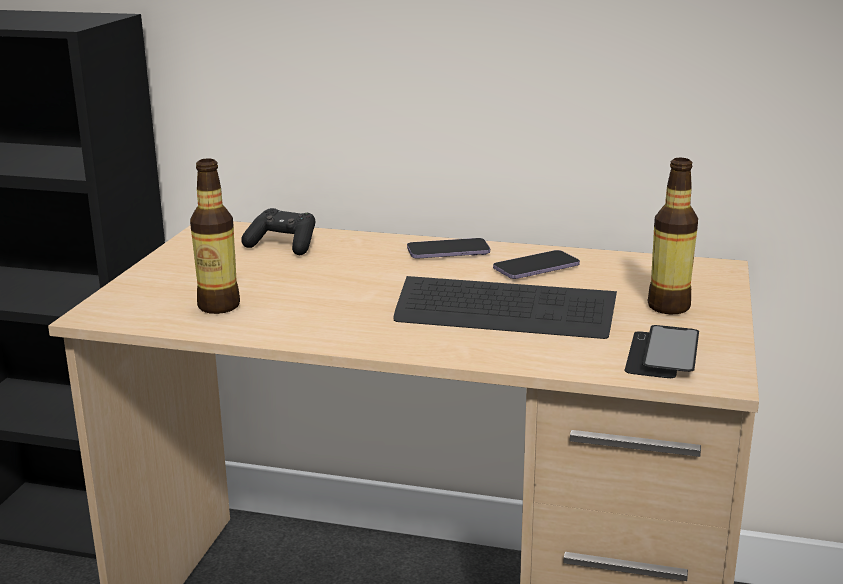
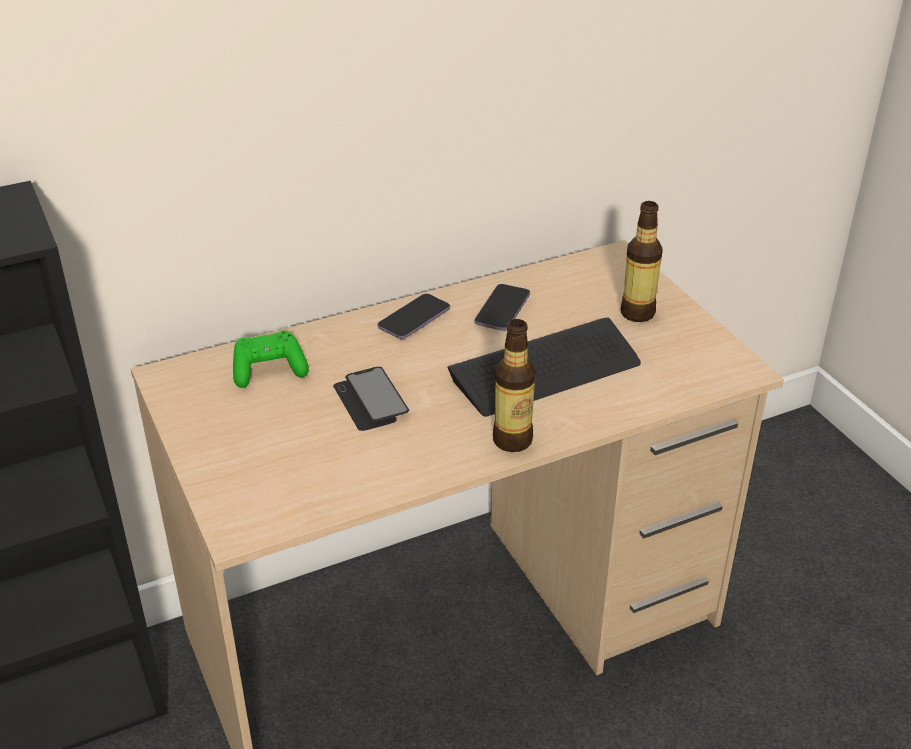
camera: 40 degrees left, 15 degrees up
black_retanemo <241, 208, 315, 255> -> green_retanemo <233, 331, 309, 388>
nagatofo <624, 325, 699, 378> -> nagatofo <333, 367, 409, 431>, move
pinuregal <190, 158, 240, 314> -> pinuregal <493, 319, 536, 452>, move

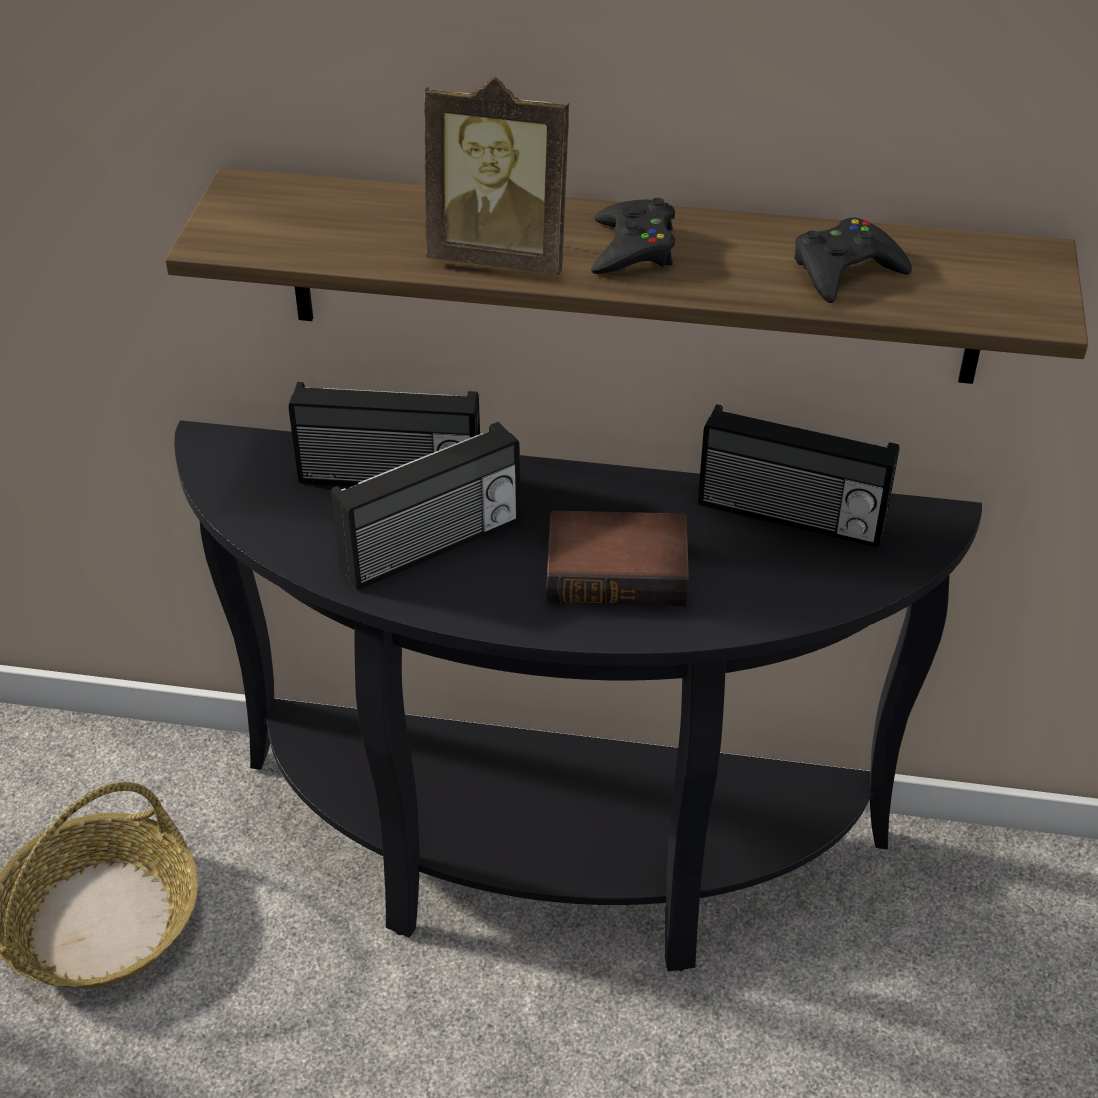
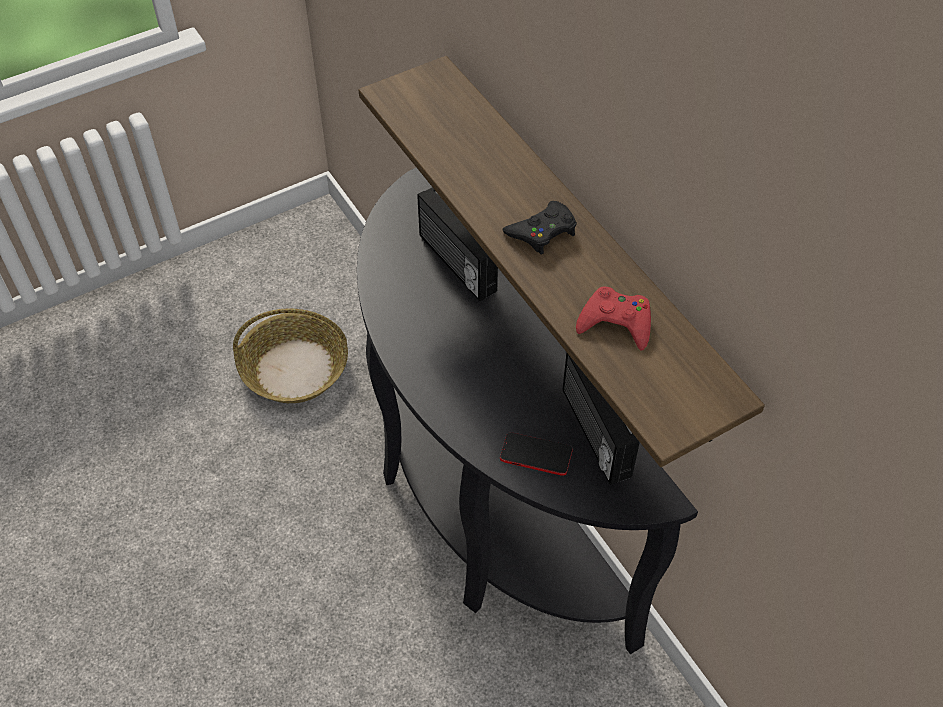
camera: 50 degrees right, 10 degrees up
none -> nagatofo <500, 432, 573, 476>
black_retanemo <794, 218, 912, 303> -> red_retanemo <576, 287, 651, 351>
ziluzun <331, 422, 521, 591> -> none
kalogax <424, 77, 569, 274> -> none
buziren <546, 510, 689, 606> -> none

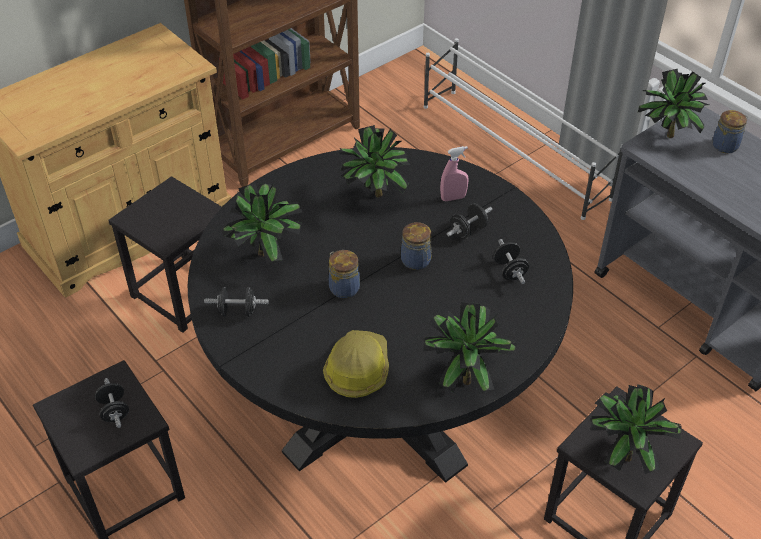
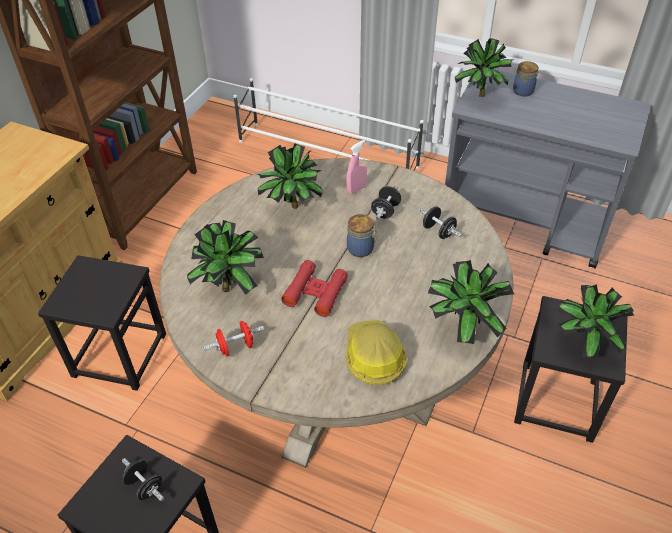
camera: 25 degrees left, 0 degrees up
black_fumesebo <188, 147, 573, 483> -> beige_fumesebo <159, 158, 513, 468>
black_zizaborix <204, 287, 269, 317> -> red_zizaborix <204, 321, 264, 357>
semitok <329, 250, 360, 298> -> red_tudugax <281, 260, 348, 317>

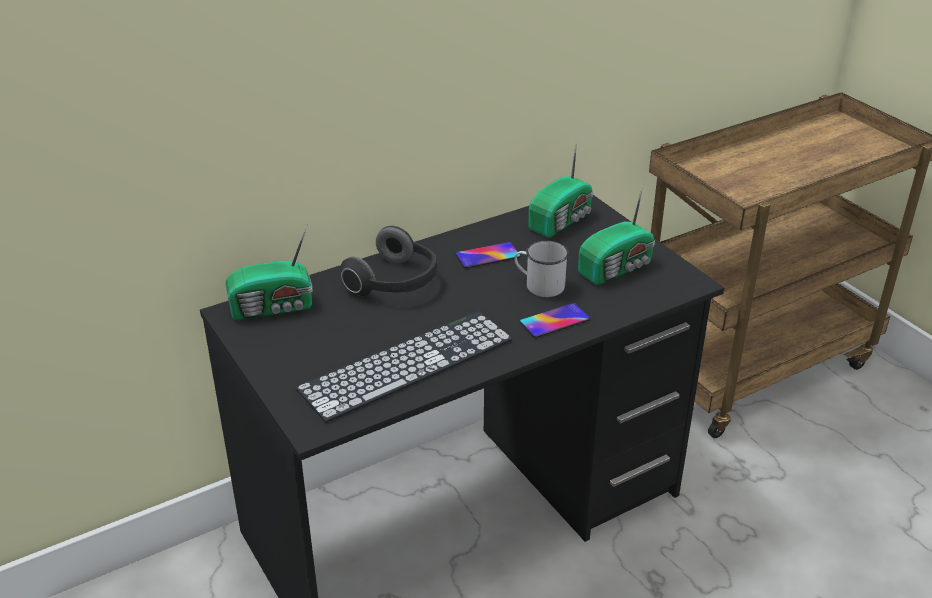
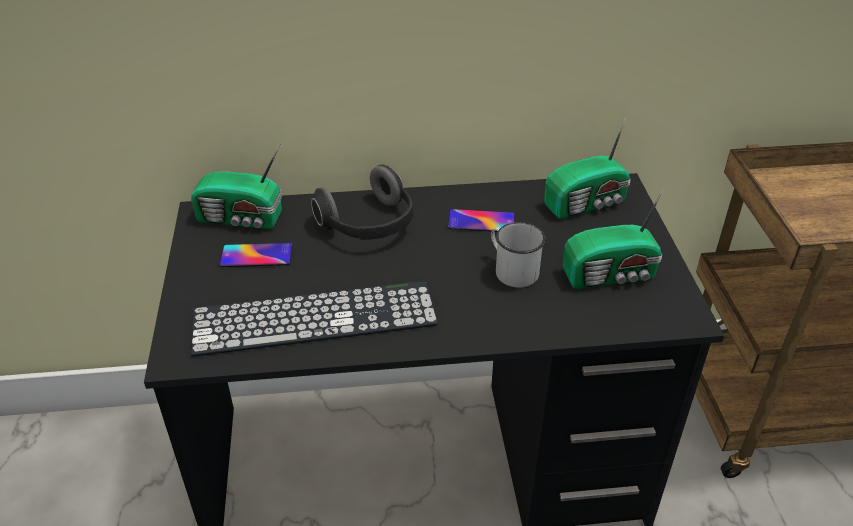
camera: 25 degrees right, 5 degrees up
nagatofo <520, 303, 590, 338> -> nagatofo <219, 243, 293, 267>, move

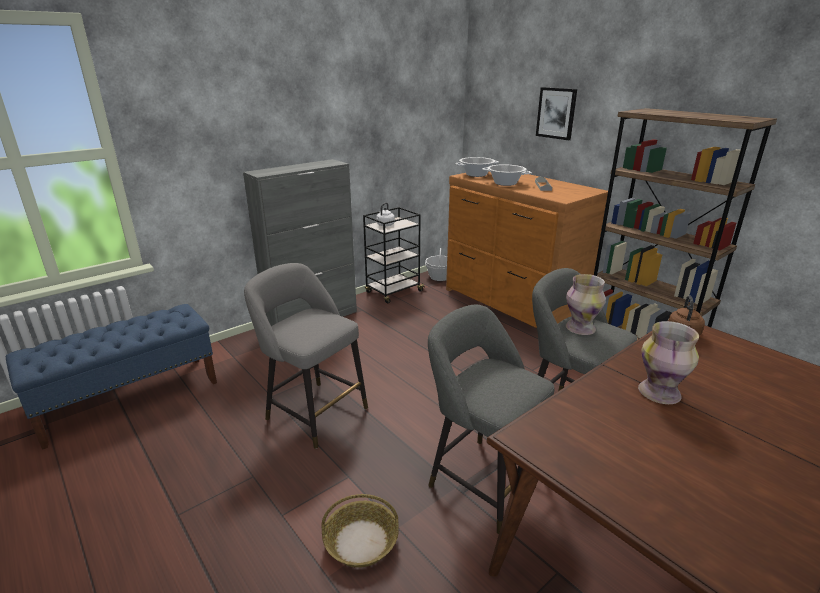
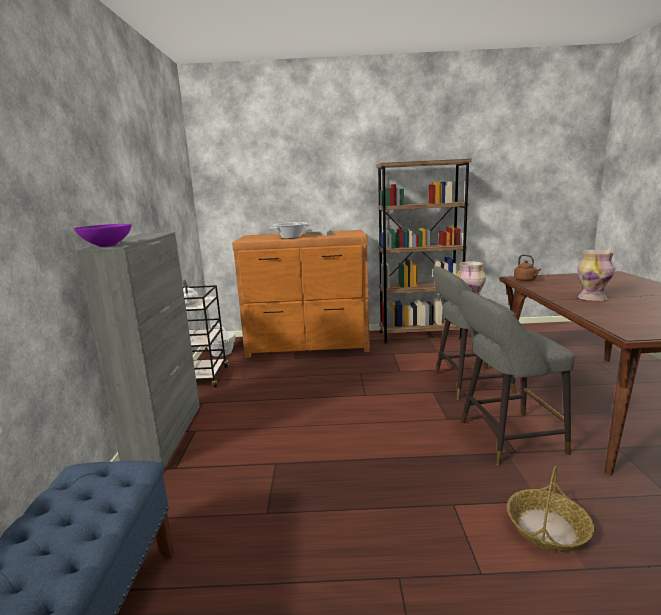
camera: 50 degrees left, 10 degrees down
none -> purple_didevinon <74, 224, 132, 247>
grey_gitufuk <244, 263, 368, 449> -> none
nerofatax <455, 157, 499, 177> -> none
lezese <536, 87, 577, 140> -> none

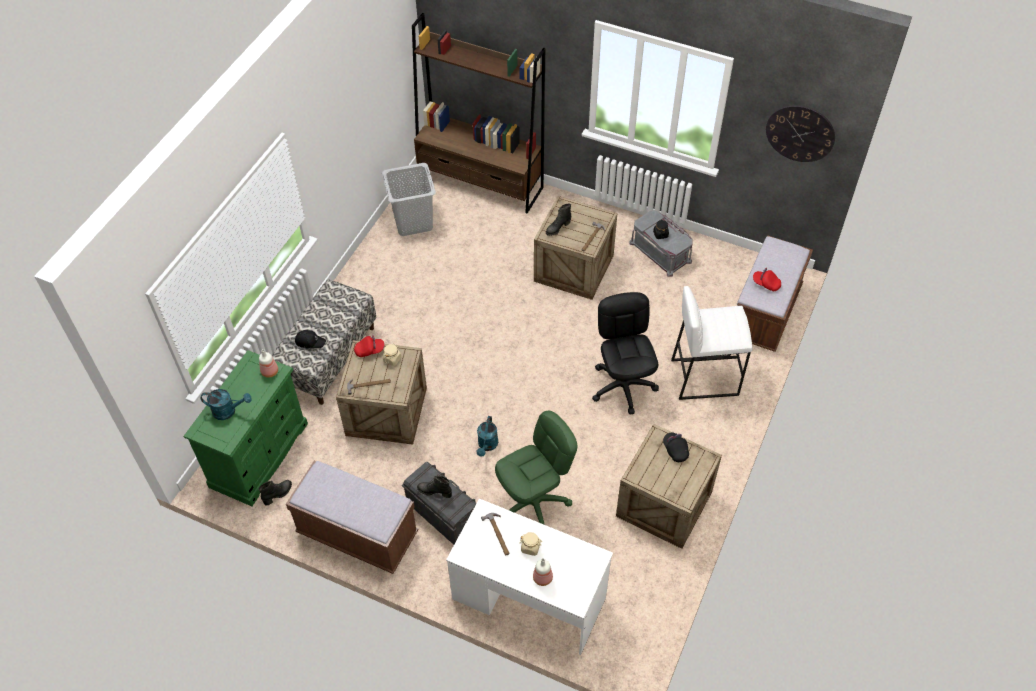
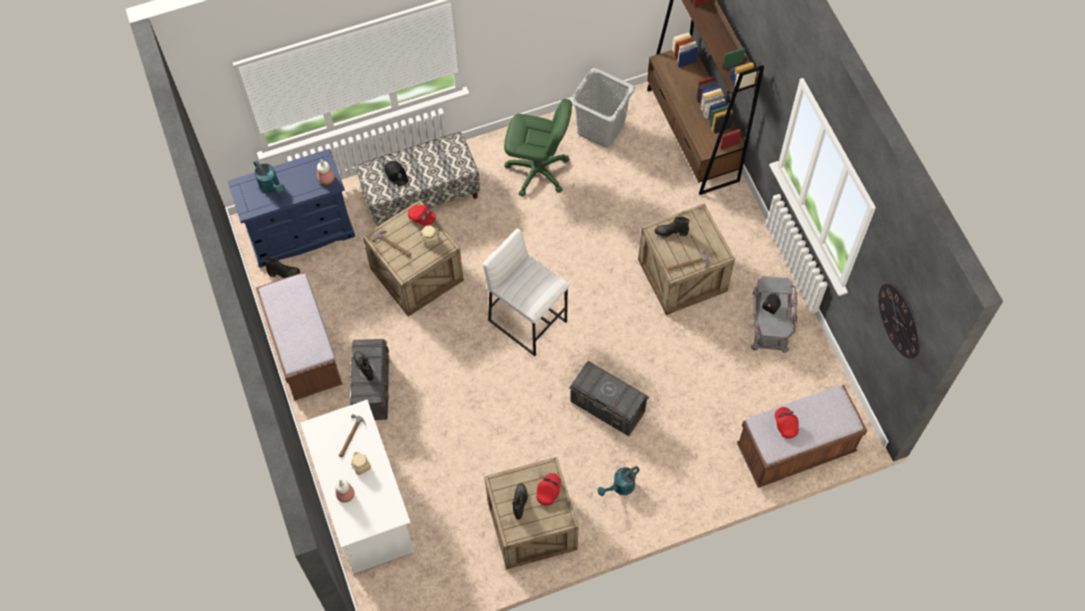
camera: 45 degrees right, 10 degrees up
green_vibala <183, 350, 308, 506> -> blue_vibala <227, 149, 355, 268>
white_gitufuk <671, 286, 753, 400> -> white_gitufuk <483, 228, 569, 356>, move
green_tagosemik <495, 411, 578, 525> -> green_tagosemik <504, 99, 572, 197>, move
none -> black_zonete <513, 483, 528, 519>
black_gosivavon <663, 432, 689, 462> -> red_gosivavon <536, 473, 561, 506>
black_tagosemik <592, 292, 659, 414> -> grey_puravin <569, 361, 649, 436>
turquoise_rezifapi <476, 416, 498, 457> -> turquoise_rezifapi <598, 466, 639, 496>, move

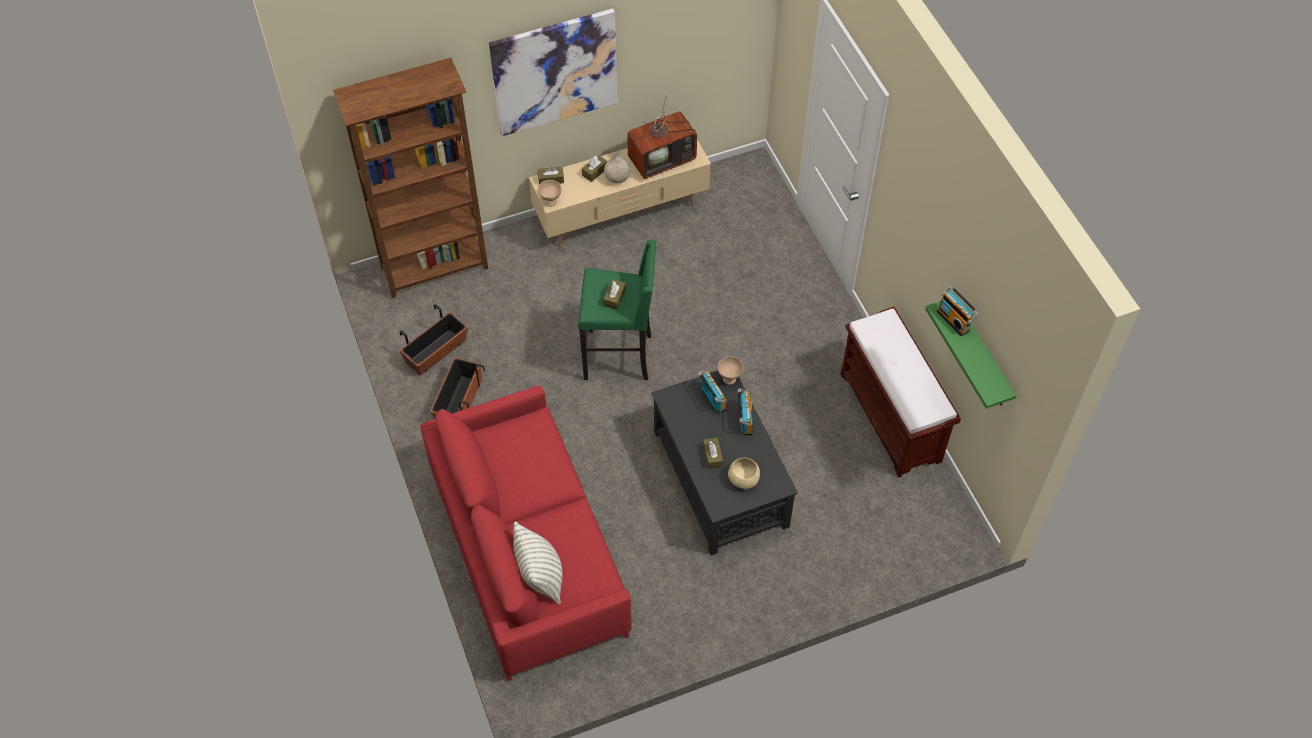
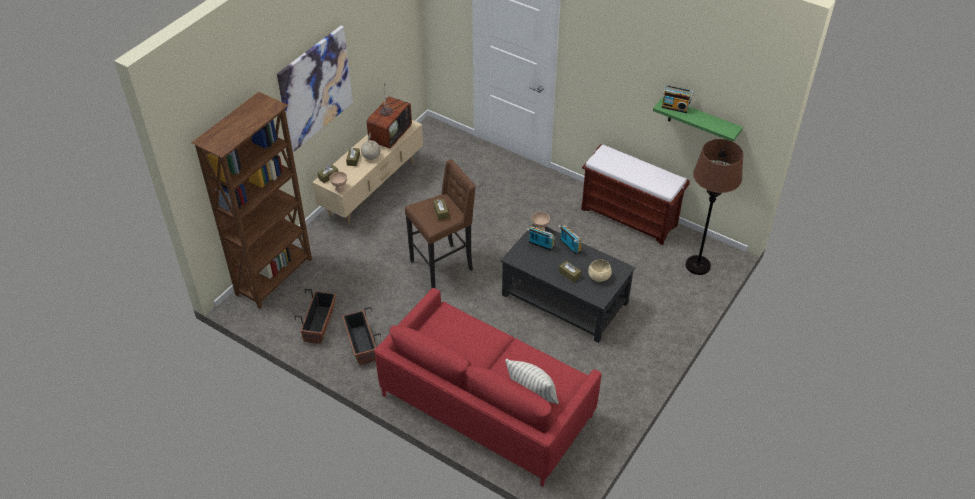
camera: 35 degrees left, 10 degrees down
green_gitufuk <578, 240, 657, 380> -> brown_gitufuk <405, 159, 476, 288>
none -> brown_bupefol <686, 139, 743, 275>

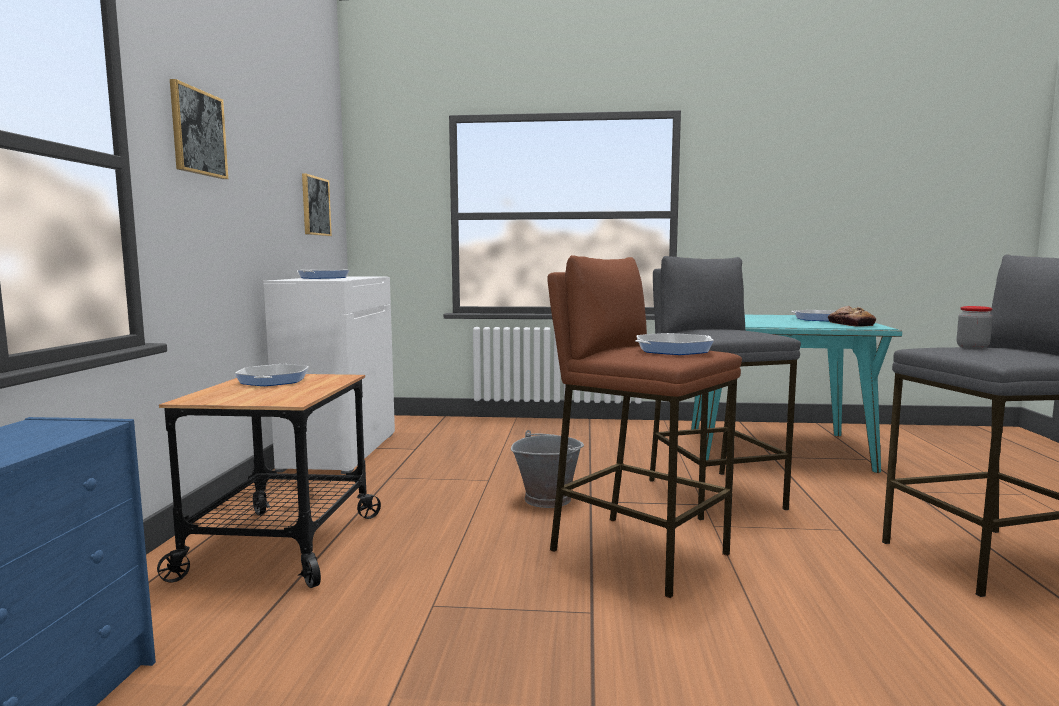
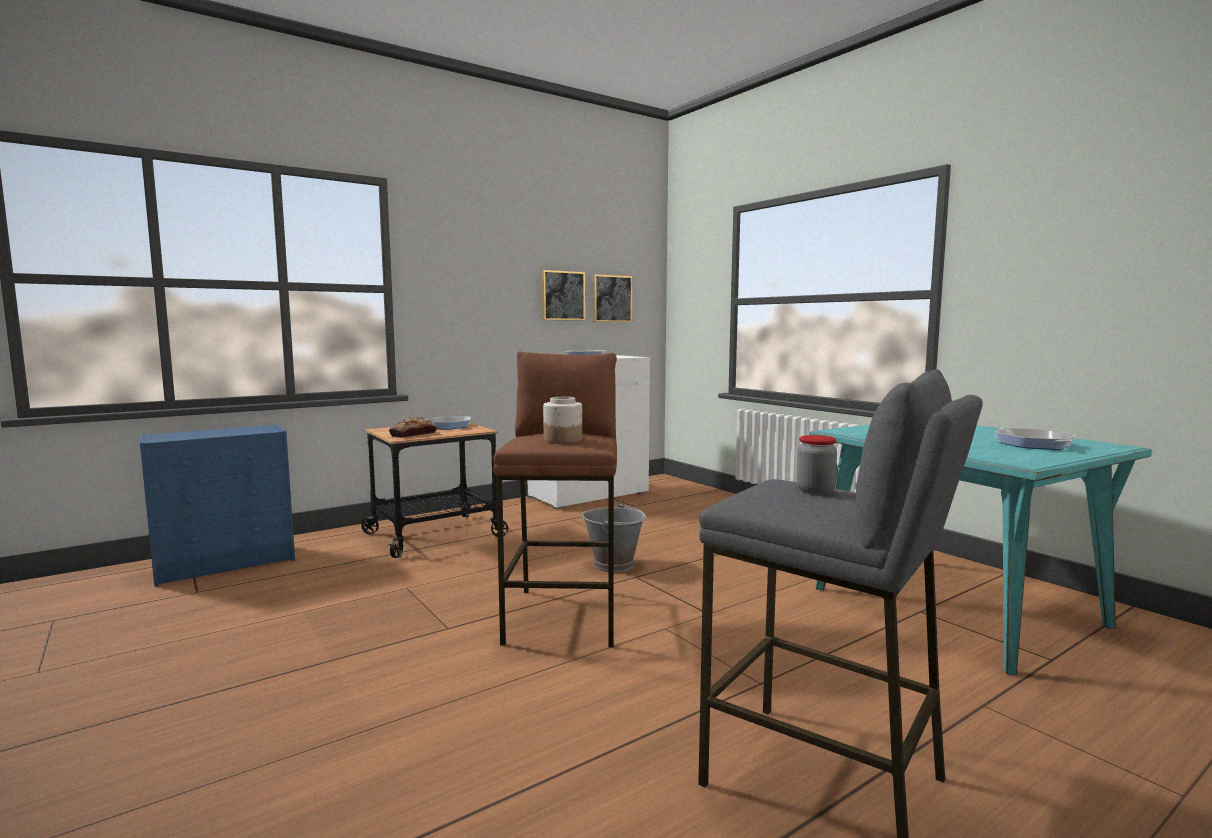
camera: 50 degrees right, 0 degrees up
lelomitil <828, 306, 876, 327> -> lelomitil <389, 417, 437, 438>, move
lezese <170, 79, 228, 179> -> lezese <542, 270, 585, 320>, move
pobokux <636, 333, 714, 355> -> semitok <543, 397, 582, 443>
grey_gitufuk <649, 256, 801, 520> -> none

